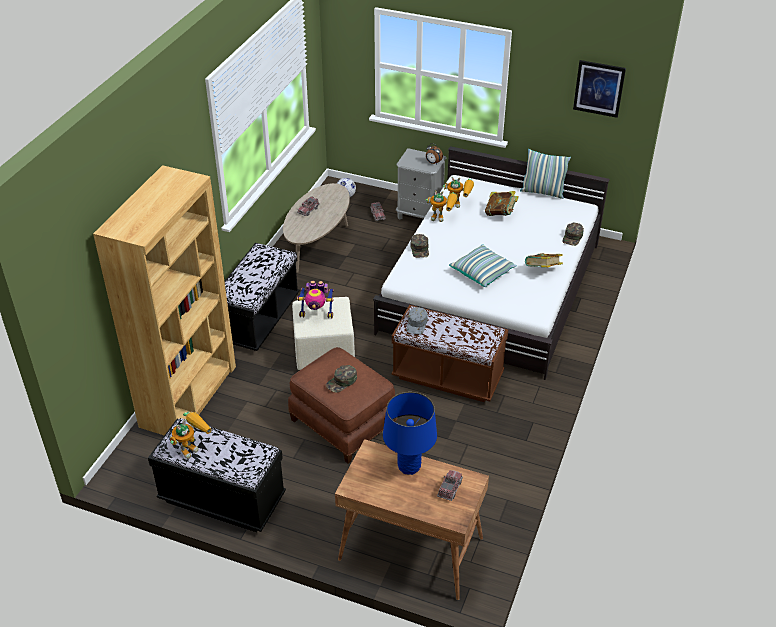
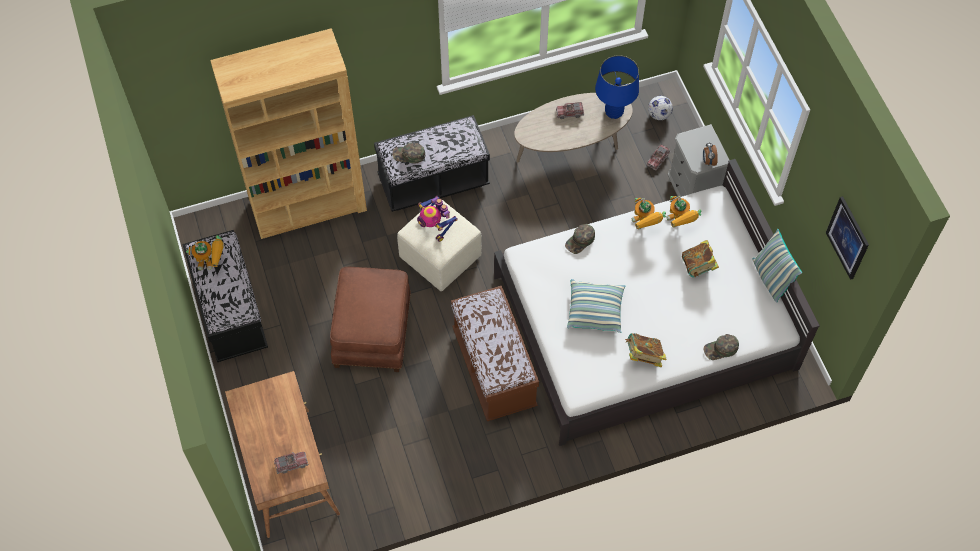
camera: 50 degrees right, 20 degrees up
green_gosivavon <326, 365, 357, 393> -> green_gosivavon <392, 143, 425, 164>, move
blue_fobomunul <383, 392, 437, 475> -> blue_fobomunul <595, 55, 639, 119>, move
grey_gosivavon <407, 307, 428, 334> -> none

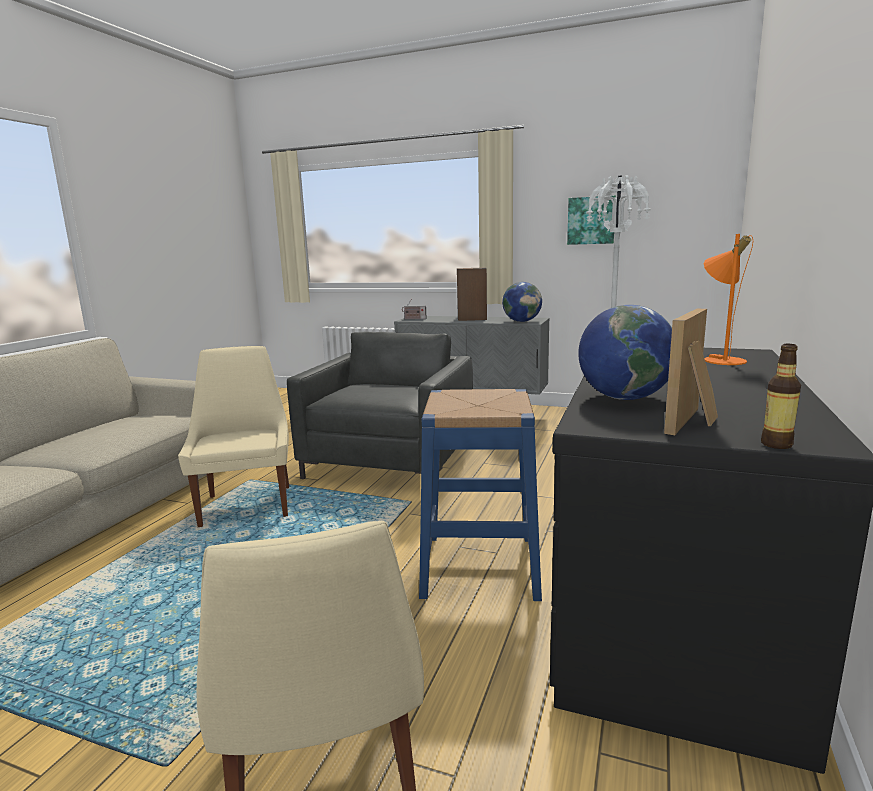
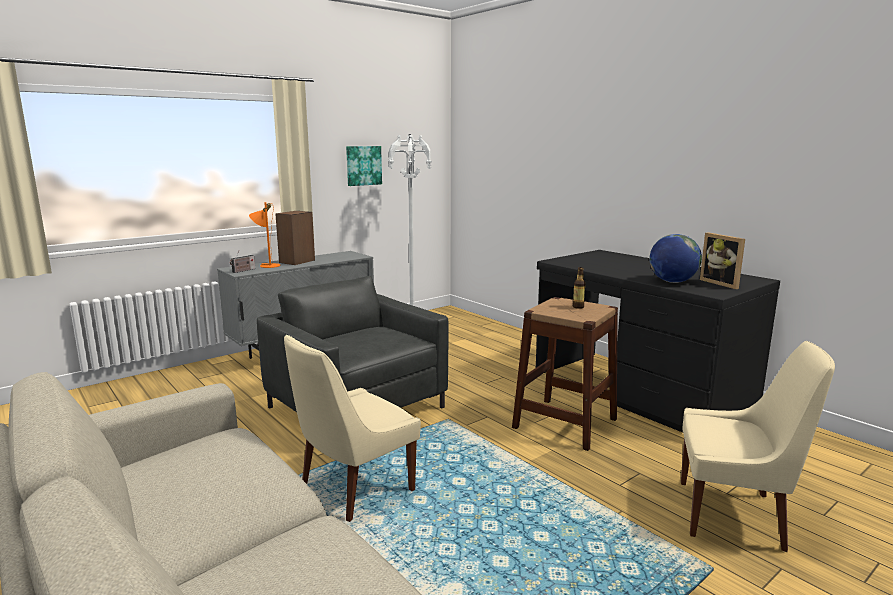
camera: 60 degrees left, 0 degrees up
orange_fobomunul <704, 234, 753, 365> -> orange_fobomunul <249, 202, 281, 268>, move
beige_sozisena <178, 346, 289, 527> -> beige_sozisena <284, 335, 421, 522>, 60 degrees counterclockwise
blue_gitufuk <419, 389, 542, 601> -> brown_gitufuk <512, 297, 618, 451>
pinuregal <761, 344, 801, 449> -> pinuregal <573, 267, 585, 309>, move
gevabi <502, 282, 542, 322> -> none

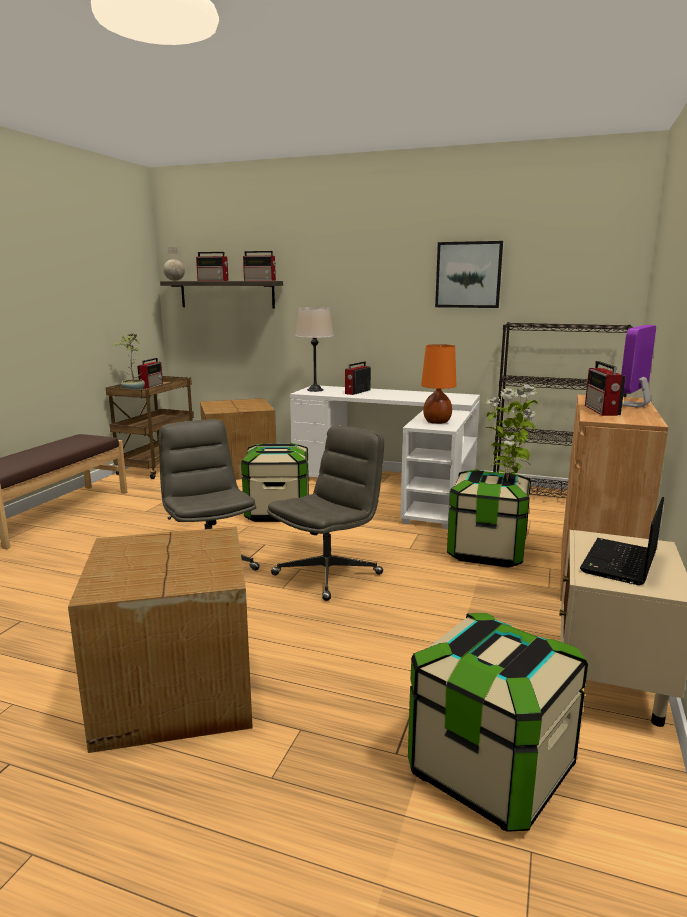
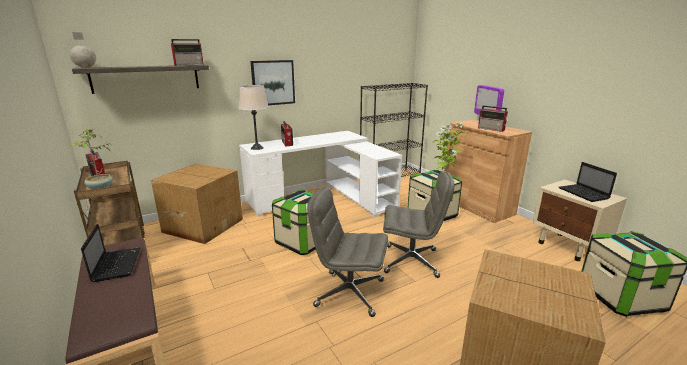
camera: 50 degrees left, 5 degrees up
none -> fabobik <81, 224, 141, 282>
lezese <435, 241, 503, 308> -> lezese <250, 60, 295, 105>, move
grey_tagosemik <267, 425, 384, 601> -> grey_tagosemik <383, 171, 454, 278>, 105 degrees clockwise
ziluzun <196, 252, 228, 281> -> none
orange_fobomunul <421, 344, 456, 424> -> none

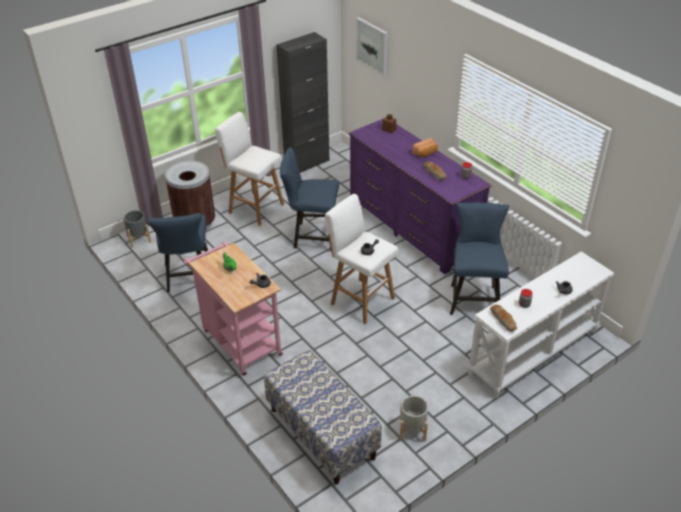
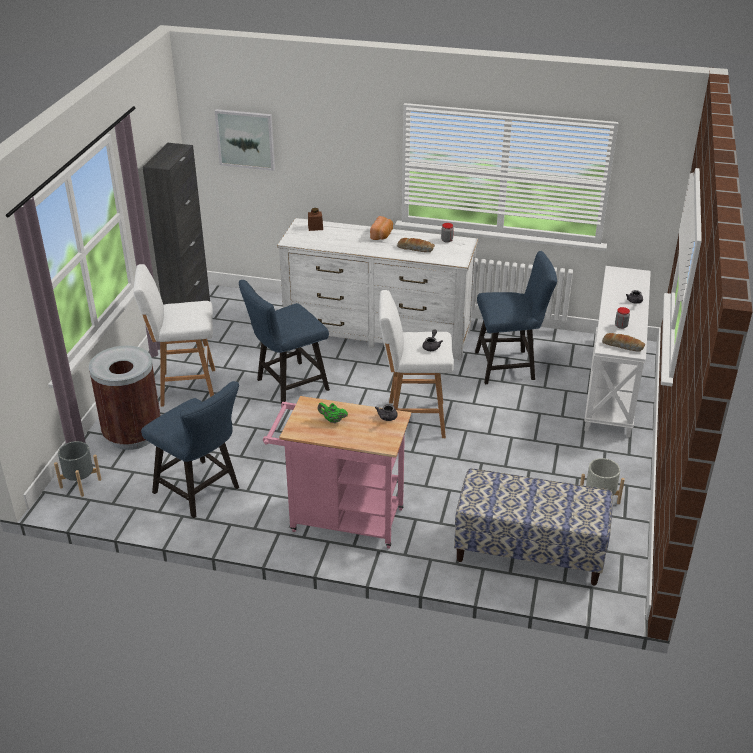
camera: 40 degrees left, 5 degrees down
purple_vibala <349, 118, 492, 274> -> white_vibala <277, 218, 478, 360>
blue_sozisena <450, 203, 509, 315> -> blue_sozisena <475, 251, 557, 384>, 120 degrees clockwise

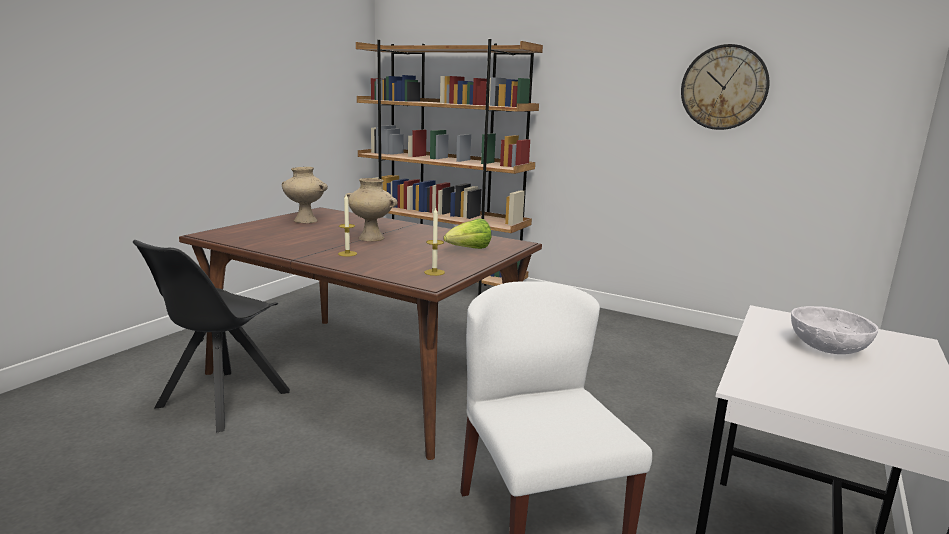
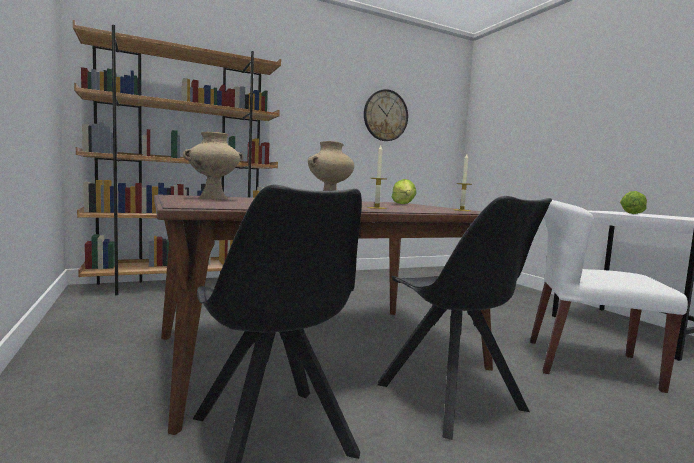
camera: 55 degrees left, 10 degrees down
none -> black_sozisena <378, 196, 552, 440>
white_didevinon <791, 306, 879, 354> -> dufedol <620, 191, 647, 214>

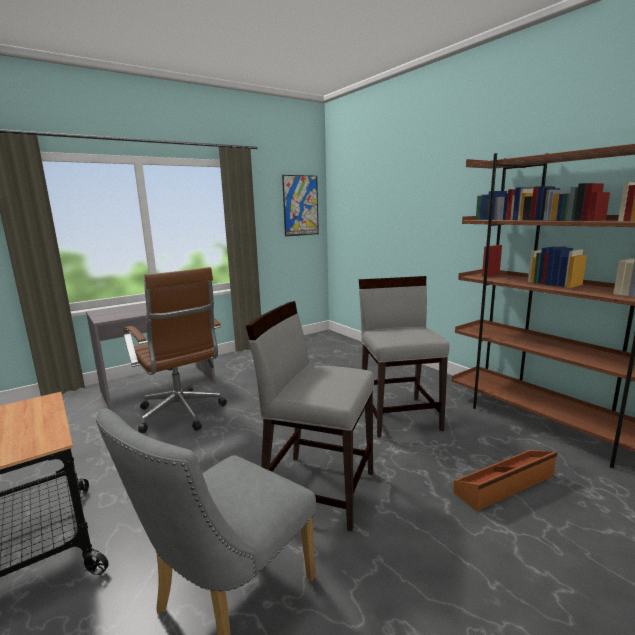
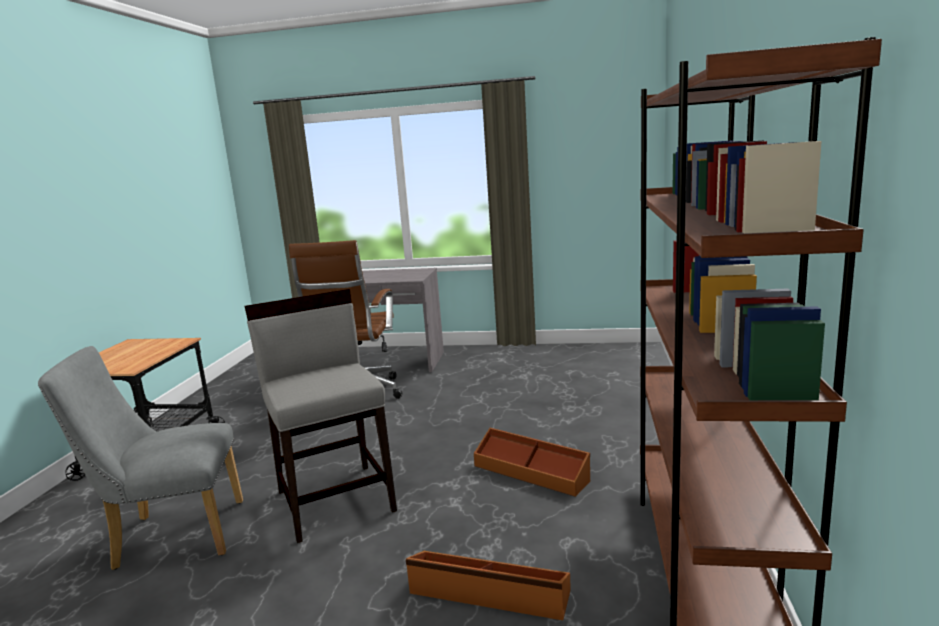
camera: 45 degrees right, 0 degrees up
grey_sozisena <359, 276, 450, 438> -> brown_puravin <474, 428, 590, 497>
lezese <282, 175, 319, 236> -> none

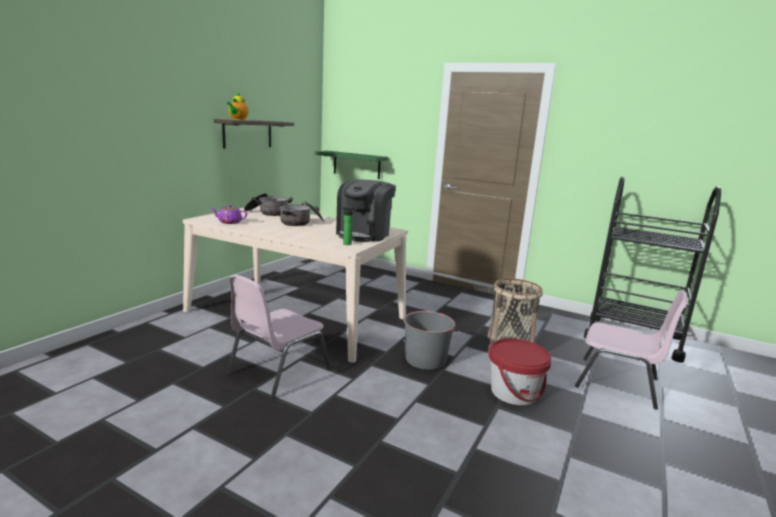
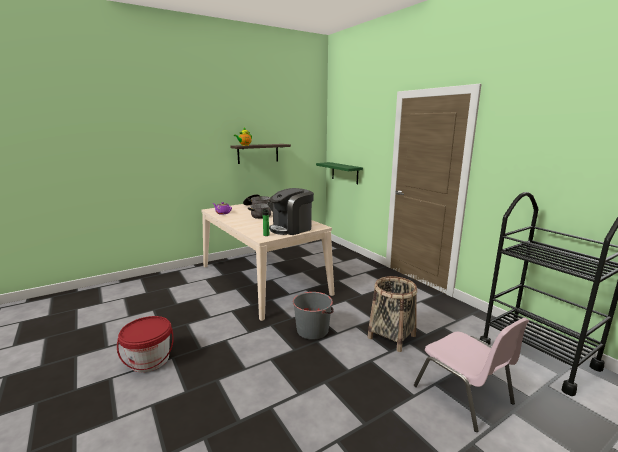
camera: 30 degrees right, 0 degrees up
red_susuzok <489, 338, 552, 405> -> red_susuzok <117, 316, 174, 372>, move
pink_sozisena <228, 275, 330, 399> -> none

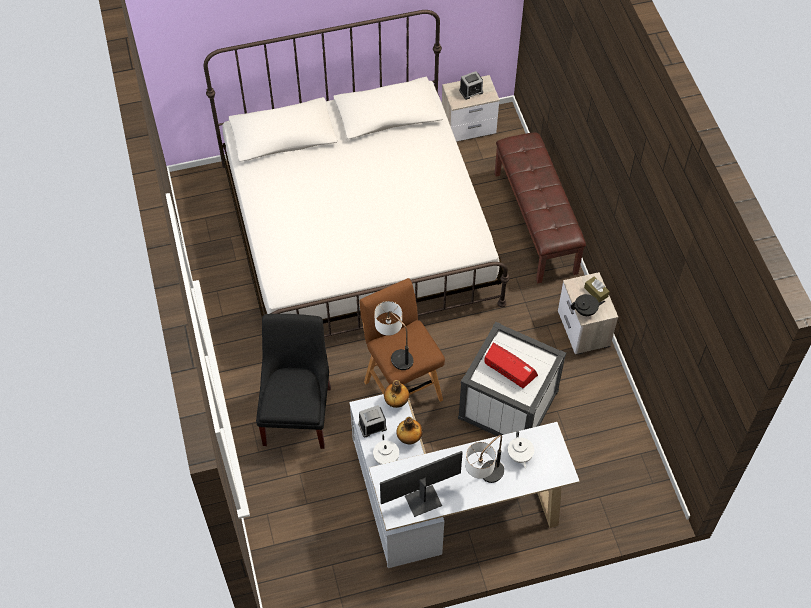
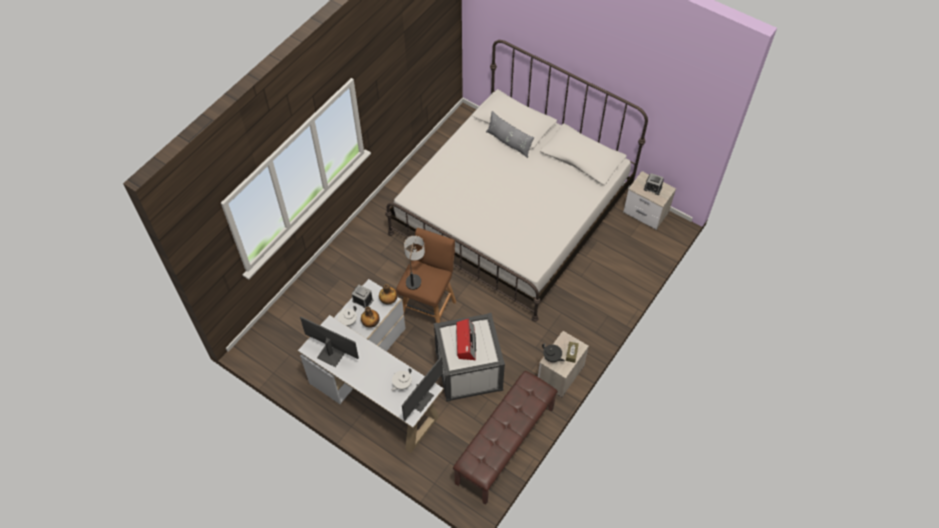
camera: 50 degrees right, 0 degrees up
none -> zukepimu <402, 357, 443, 421>
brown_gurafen <494, 133, 586, 283> -> brown_gurafen <453, 371, 558, 505>, move
none -> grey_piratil <486, 111, 534, 158>
black_sozisena <256, 314, 331, 449> -> none
fobomunul <465, 435, 504, 483> -> none

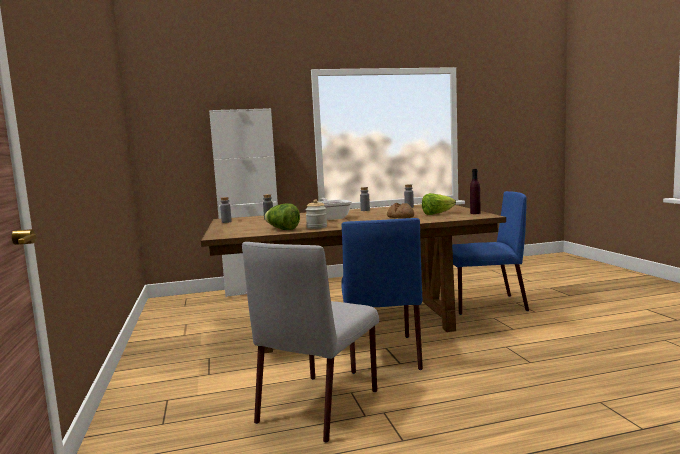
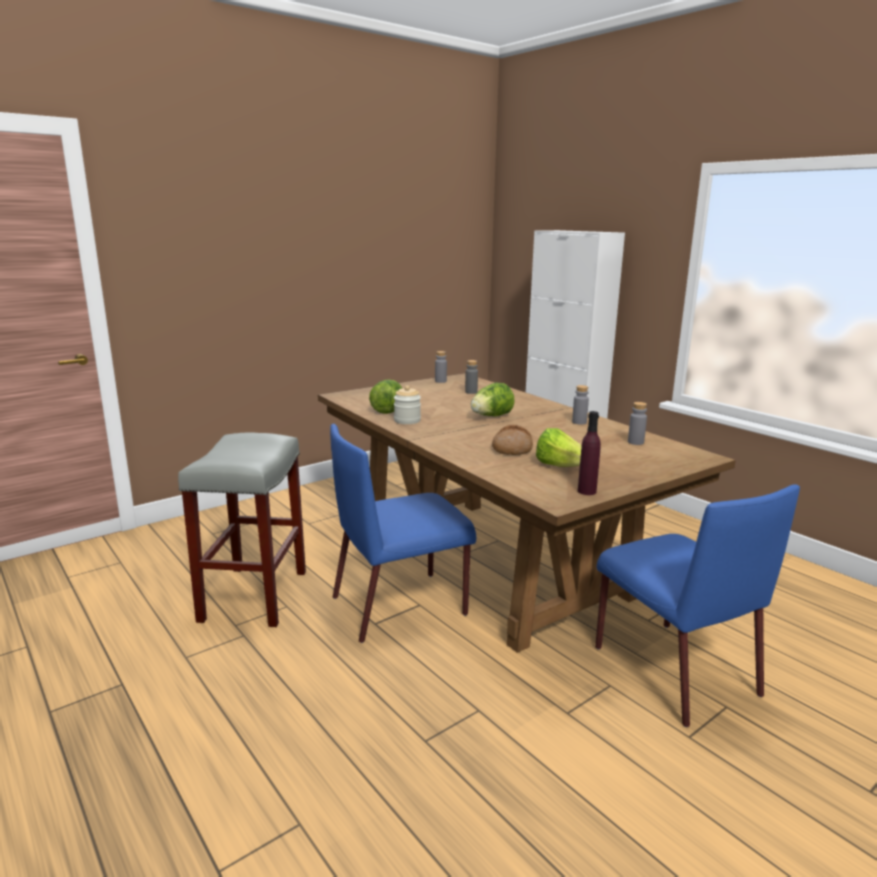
camera: 65 degrees right, 10 degrees up
grey_sozisena <242, 242, 379, 443> -> grey_gitufuk <178, 433, 306, 627>
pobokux <318, 198, 352, 220> -> dufedol <471, 383, 514, 416>

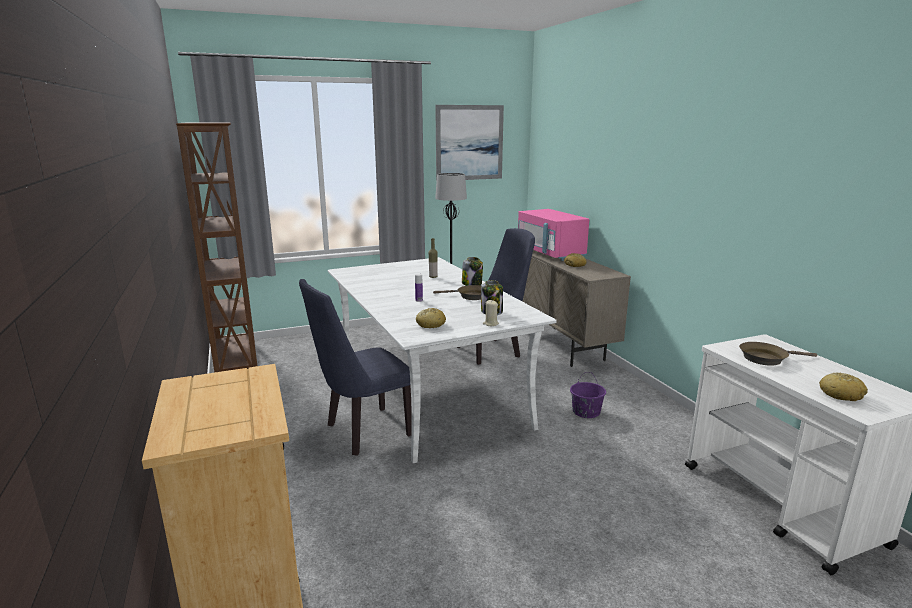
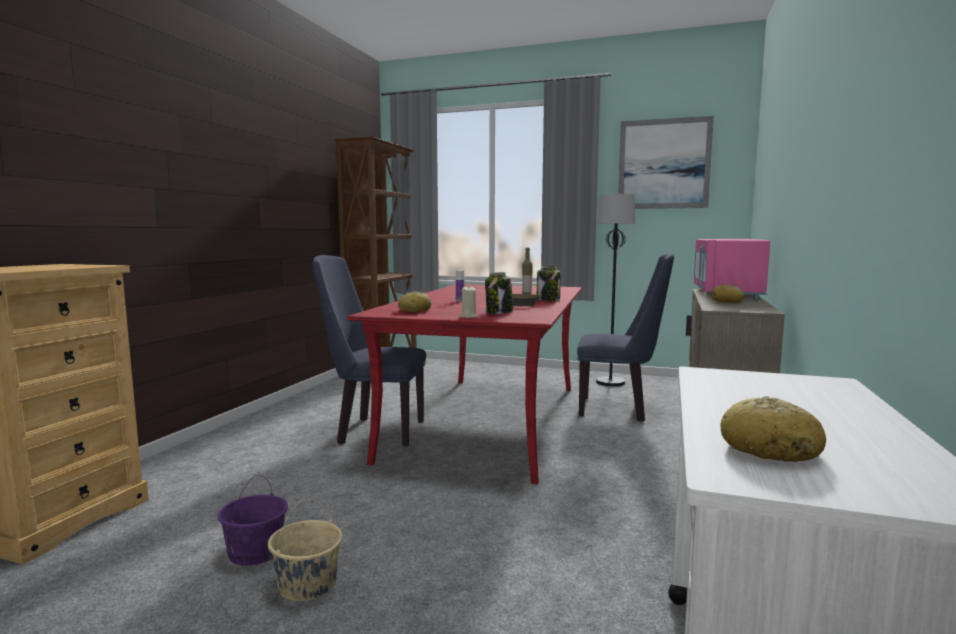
camera: 40 degrees right, 10 degrees down
purple_susuzok <570, 372, 606, 418> -> purple_susuzok <217, 475, 288, 565>, move
none -> beige_susuzok <268, 499, 342, 601>
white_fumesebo <328, 257, 557, 463> -> red_fumesebo <347, 284, 581, 484>
brown_pobokux <739, 342, 817, 366> -> none

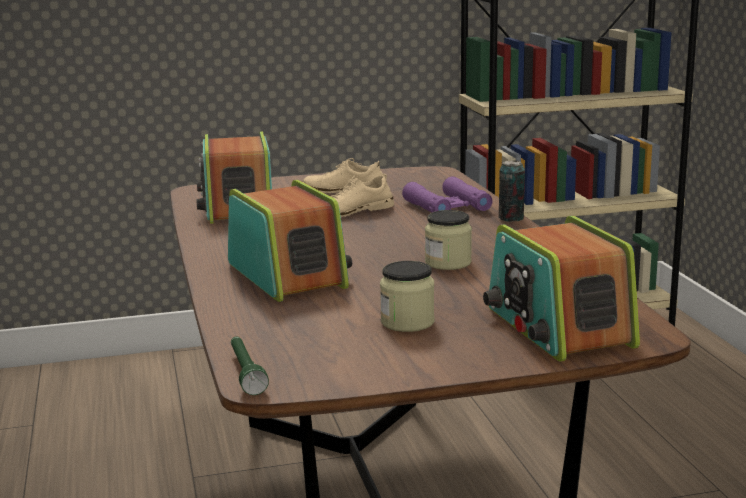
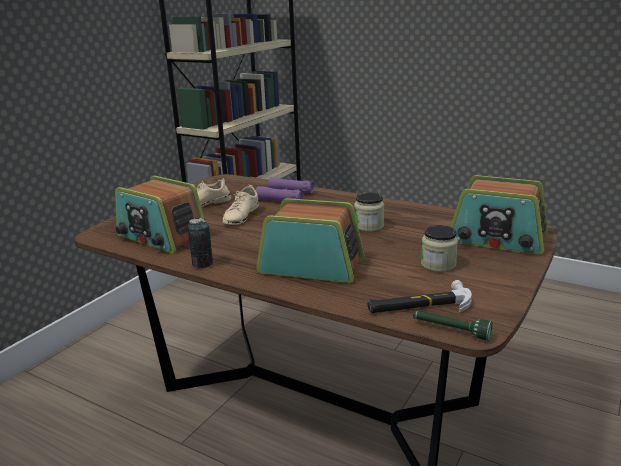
camera: 45 degrees left, 5 degrees up
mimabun <499, 160, 525, 222> -> mimabun <188, 217, 213, 268>, move
none -> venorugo <367, 280, 472, 313>

